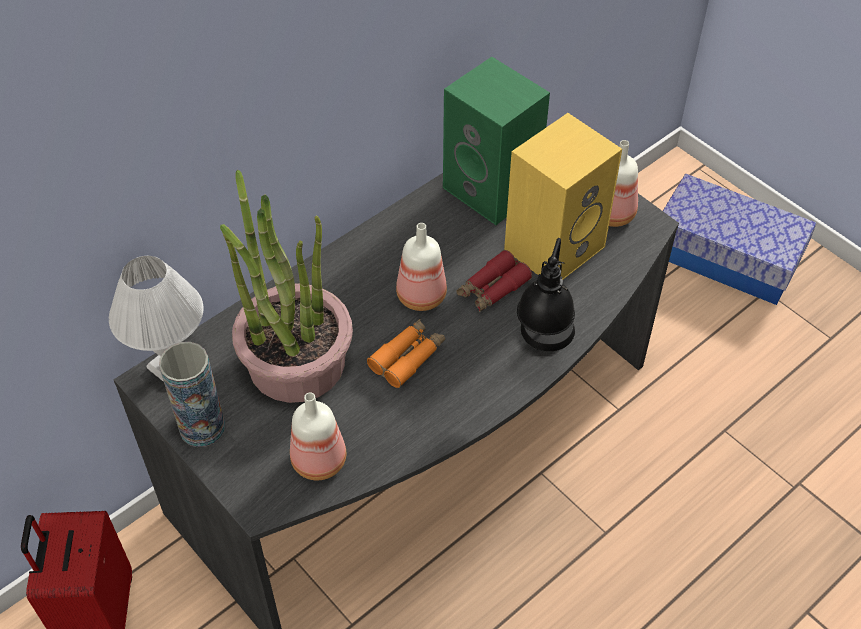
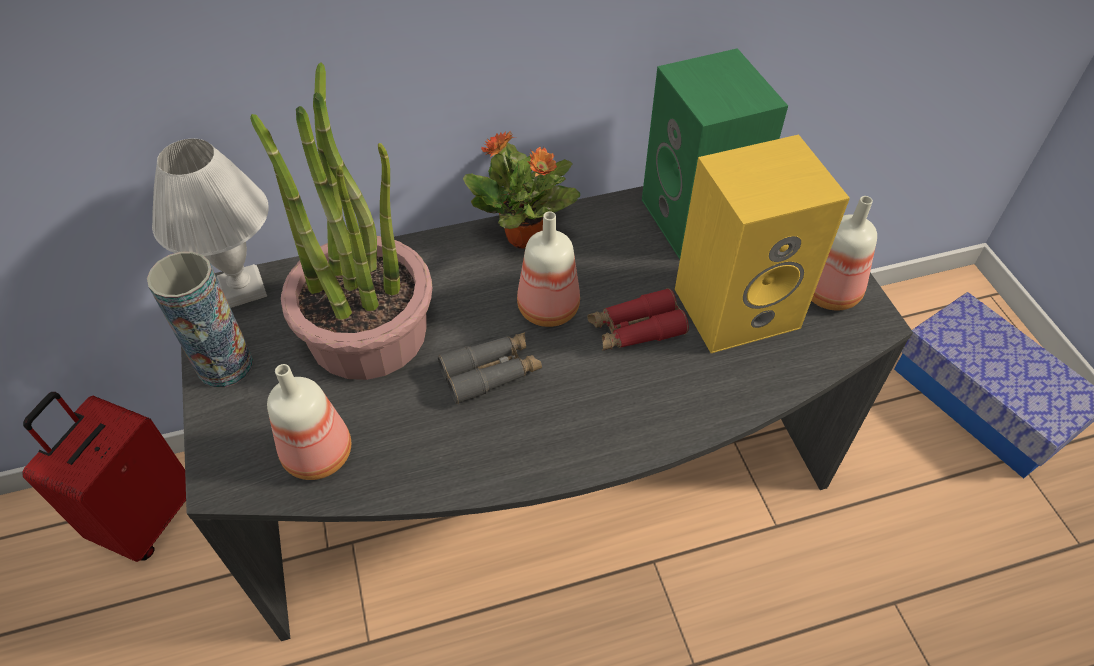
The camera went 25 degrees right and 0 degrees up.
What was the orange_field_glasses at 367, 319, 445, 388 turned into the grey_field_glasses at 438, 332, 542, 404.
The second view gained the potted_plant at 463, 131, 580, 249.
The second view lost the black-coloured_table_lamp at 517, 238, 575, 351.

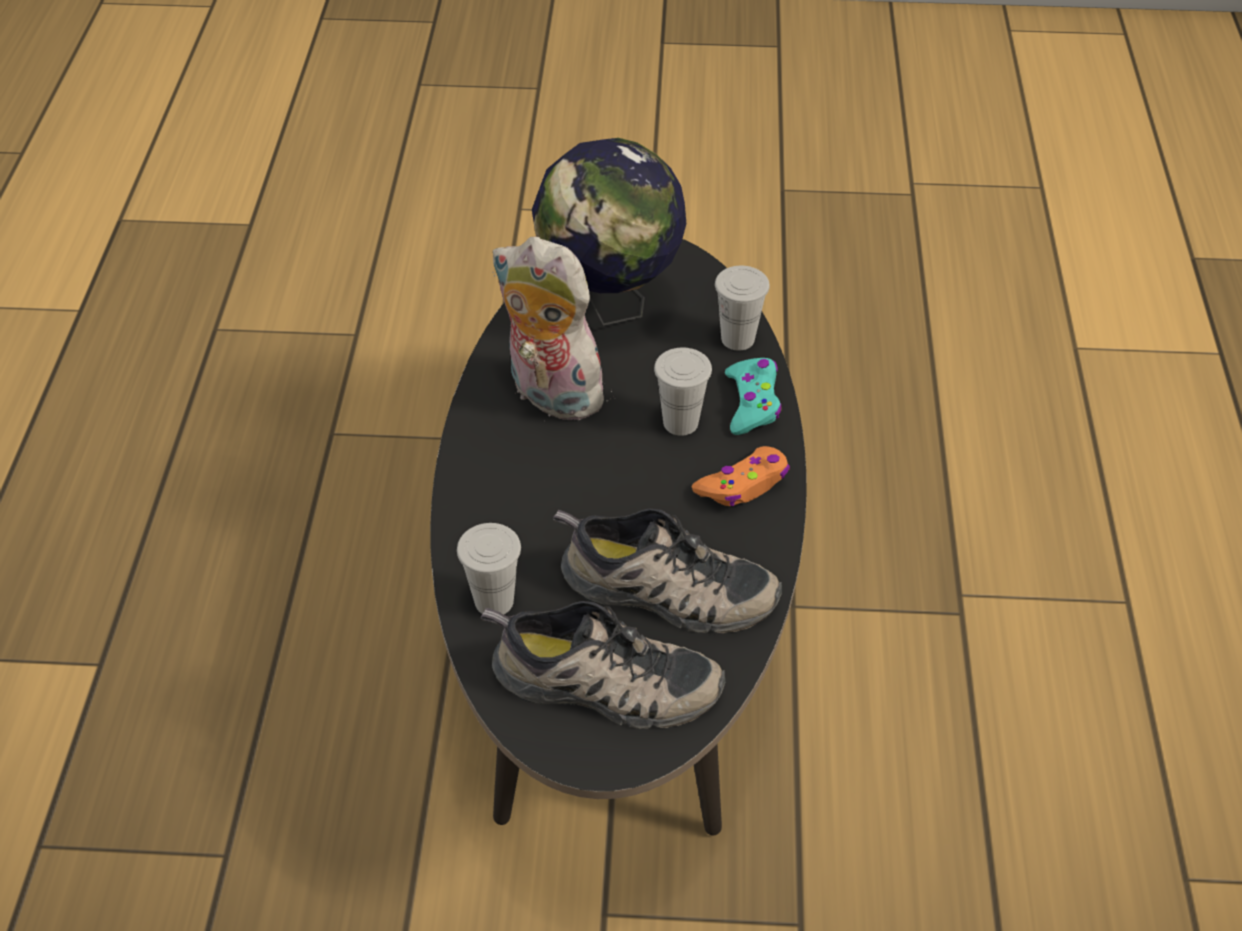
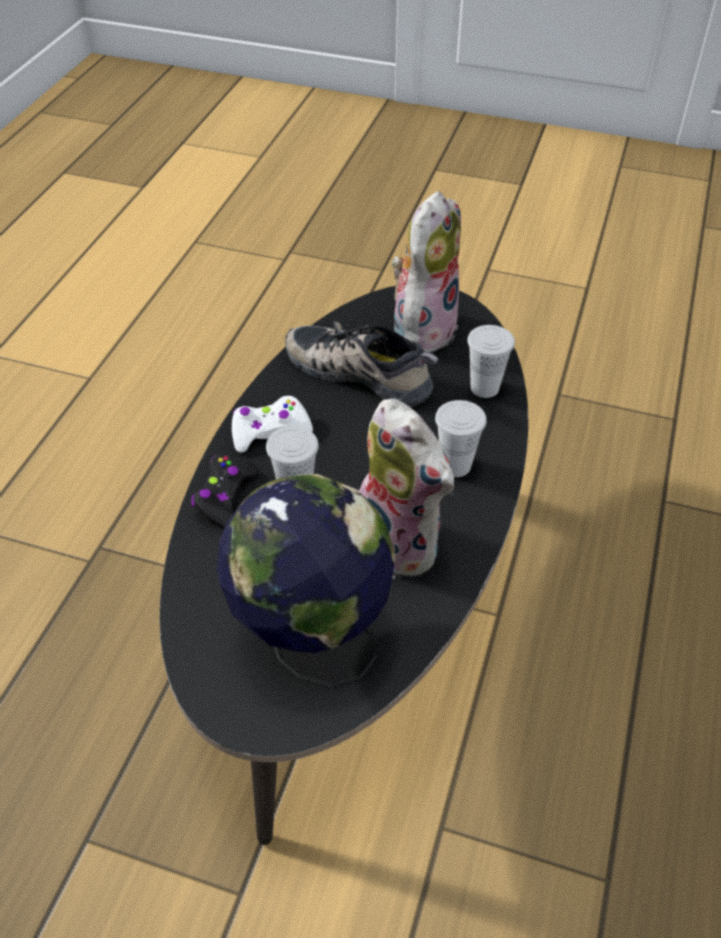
The camera went 165 degrees left and 0 degrees up.
What was the blue-green_gamepad at 725, 358, 781, 435 turned into the black-coloured_gamepad at 191, 454, 259, 529.
What was the orange_gamepad at 692, 446, 790, 506 turned into the white_gamepad at 232, 396, 313, 453.
Where the low_shoe stood at 481, 601, 725, 729, the soft_toy came to stand at 392, 191, 461, 353.
The white_drinking_cup ended up elsewhere, having gone from 715, 266, 770, 351 to 435, 400, 487, 477.

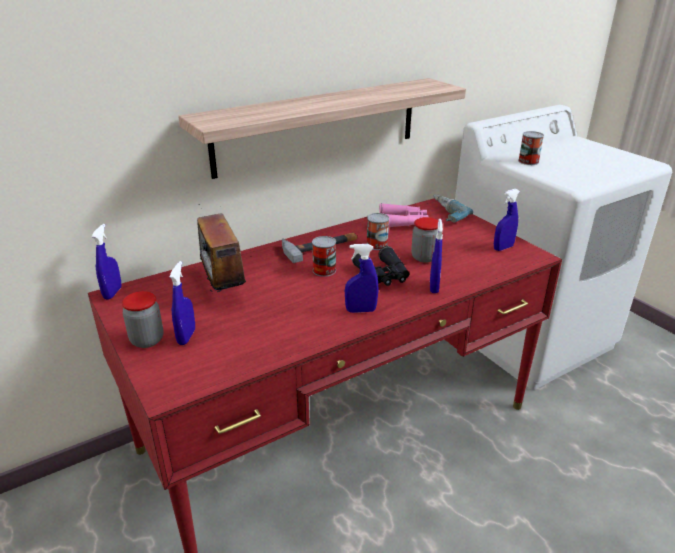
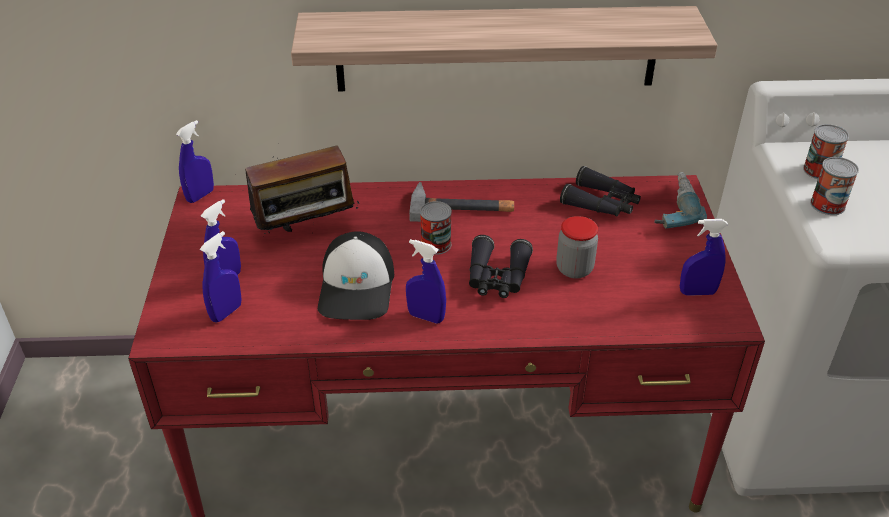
The camera went 30 degrees right and 10 degrees up.
The bluish_spray_bottle ended up elsewhere, having gone from 430, 219, 443, 293 to 200, 231, 242, 322.
The radio_set at 197, 204, 252, 293 ended up facing another way, 120 degrees counterclockwise from before.
The second view gained the peaked_cap at 318, 231, 394, 320.
What was the pink_field_glasses at 380, 203, 428, 227 turned into the black-coloured_field_glasses at 560, 166, 641, 216.
The metal_can ended up elsewhere, having gone from 366, 213, 389, 250 to 810, 157, 859, 215.
The second view lost the storage_jar at 122, 291, 164, 348.

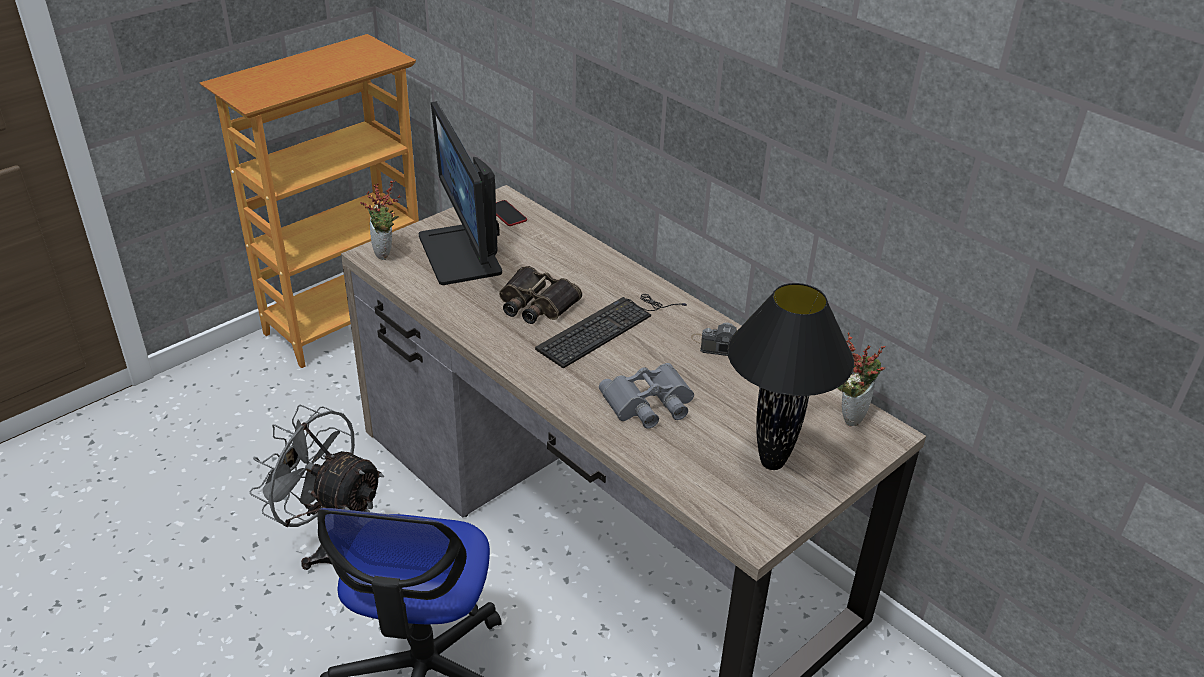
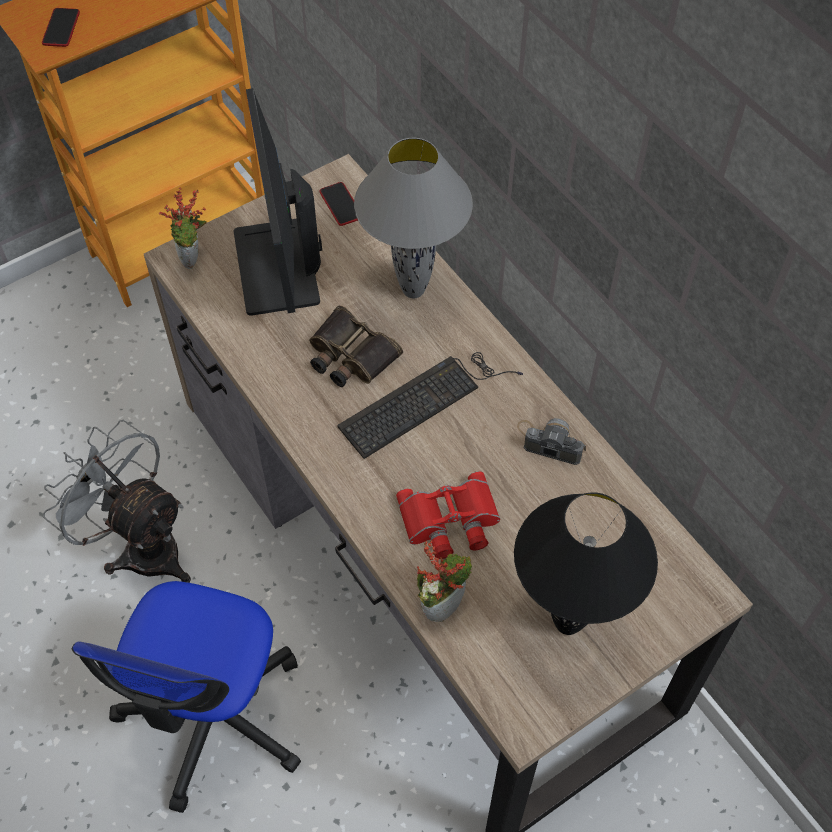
The camera went 10 degrees right and 20 degrees up.
The second view gained the handset at 42, 8, 80, 47.
The second view gained the grey_table_lamp at 354, 138, 473, 298.
What was the grey_field_glasses at 599, 363, 694, 429 turned into the red-coloured_field_glasses at 396, 471, 500, 559.
The potted_plant ended up elsewhere, having gone from 837, 332, 885, 426 to 417, 541, 472, 622.

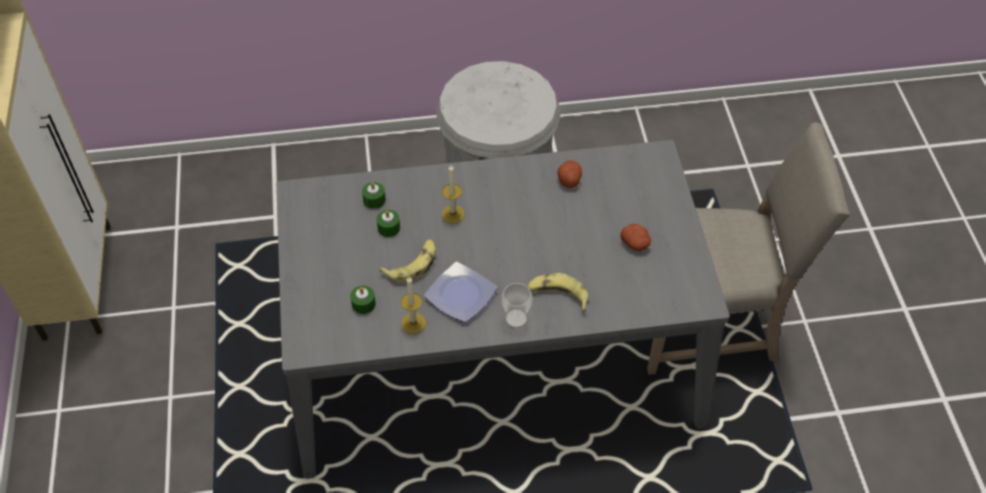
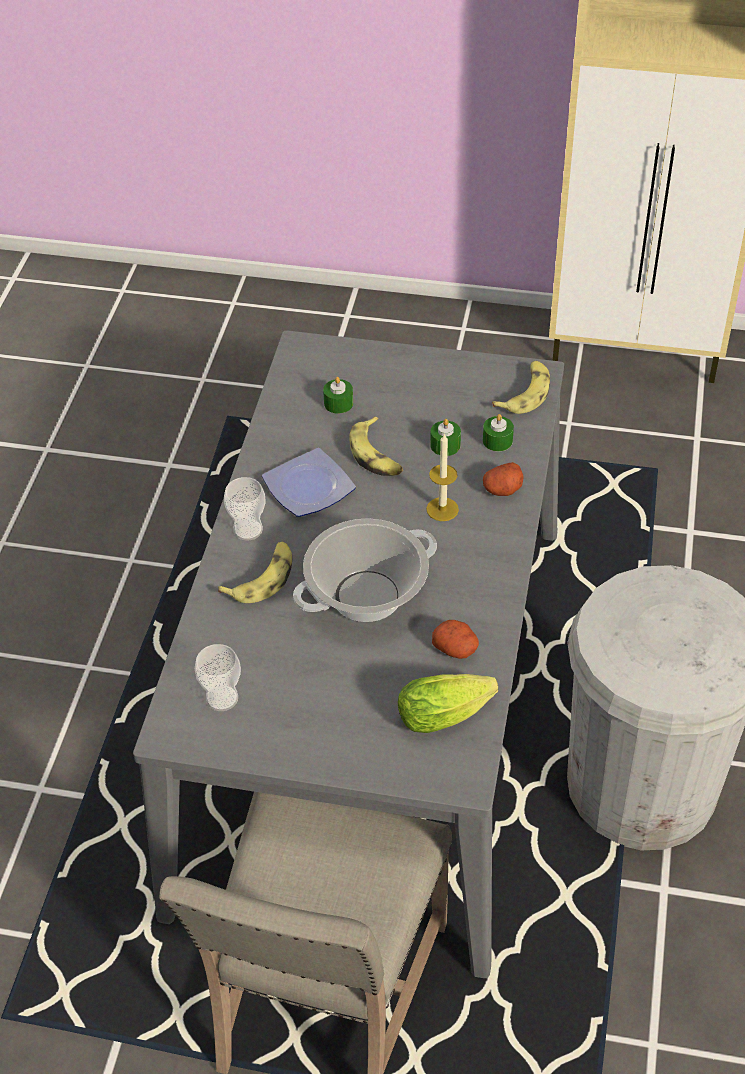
The camera went 110 degrees right and 5 degrees down.
The second view gained the drinking_cup at 195, 644, 241, 711.
The second view gained the stockpot at 293, 518, 437, 622.
The second view gained the lettuce_head at 398, 674, 498, 733.
The spud ended up elsewhere, having gone from 620, 224, 651, 251 to 483, 462, 524, 496.
The second view gained the banana at 492, 361, 550, 414.
The second view lost the wax_light at 401, 277, 426, 334.

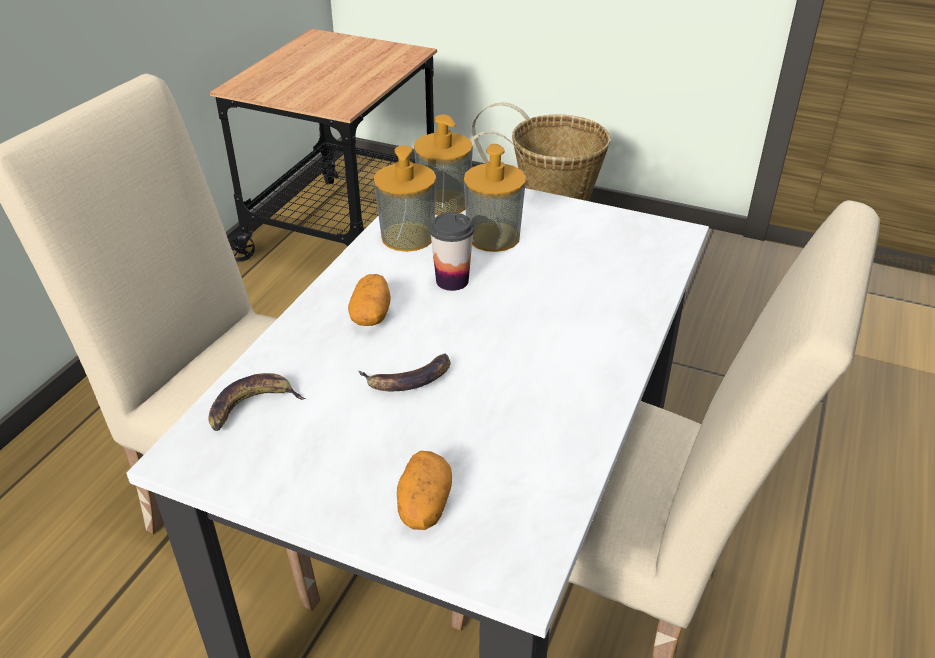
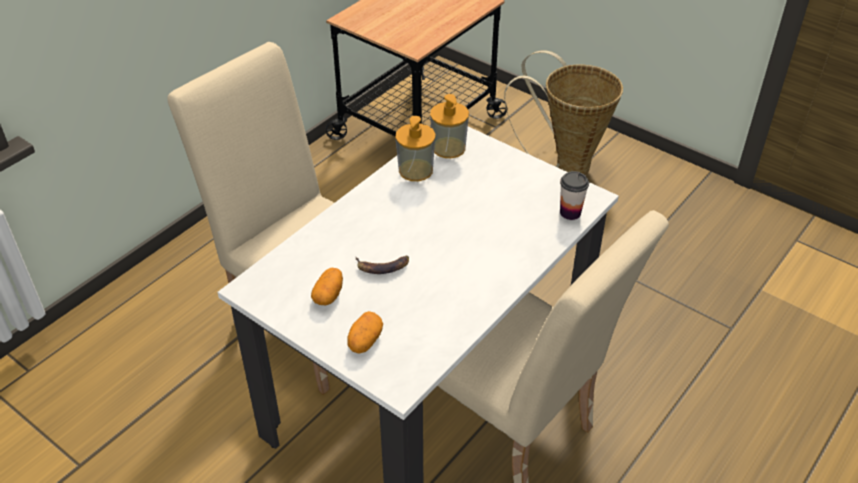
The camera went 15 degrees right and 5 degrees up.
The spud ended up elsewhere, having gone from 348, 274, 391, 326 to 311, 268, 343, 305.
The drinking_cup ended up elsewhere, having gone from 429, 212, 474, 291 to 560, 171, 589, 220.
The second view lost the banana at 208, 373, 306, 431.
The second view lost the soap_bottle at 464, 144, 526, 252.

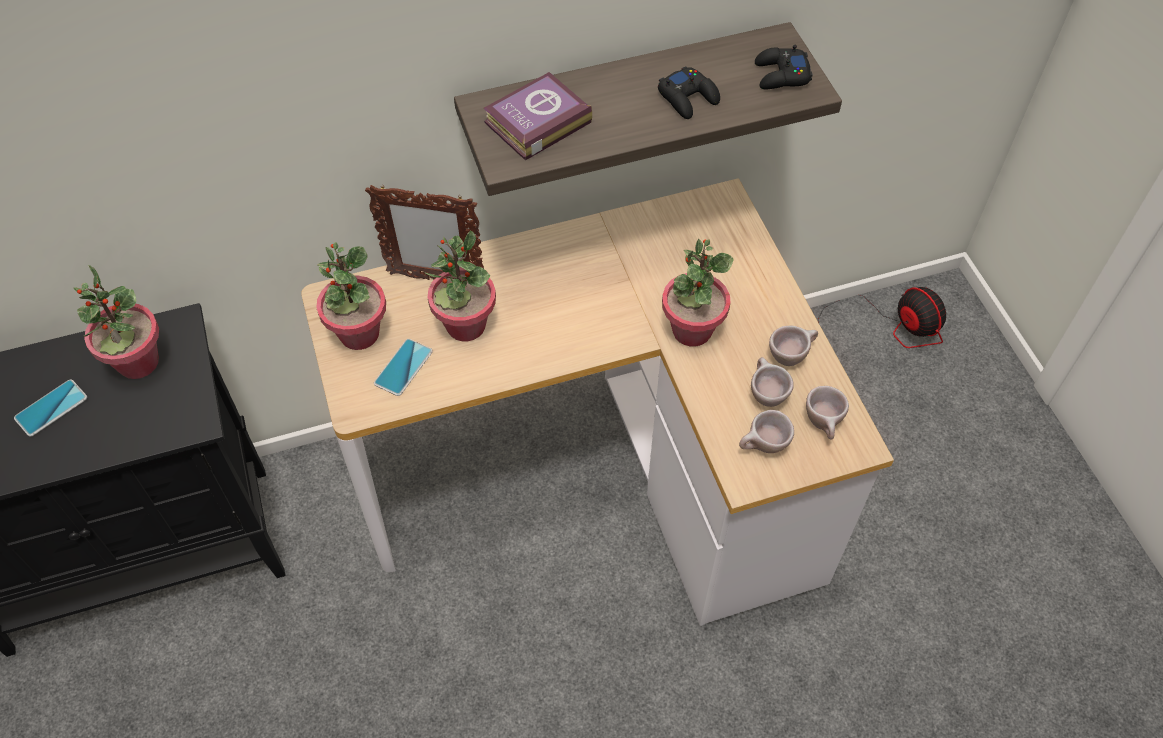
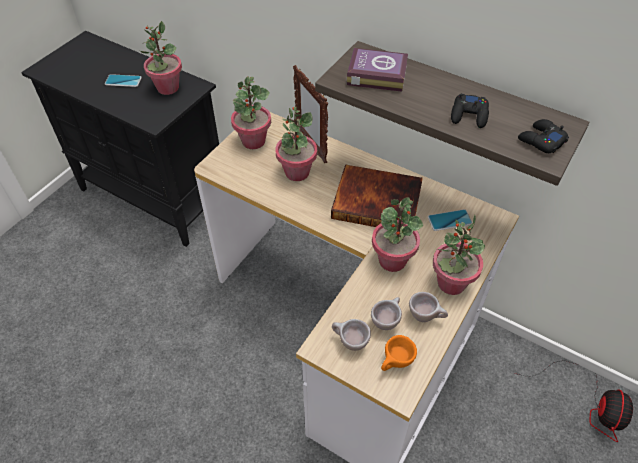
The camera went 50 degrees right and 5 degrees down.
The second view gained the volume at 331, 164, 423, 227.
What was the sand-coloured_drinking_cup at 806, 386, 849, 439 turned into the orange_drinking_cup at 381, 335, 417, 371.
The handset ended up elsewhere, having gone from 374, 339, 433, 396 to 428, 209, 472, 231.
The second view gained the potted_plant at 433, 214, 485, 295.

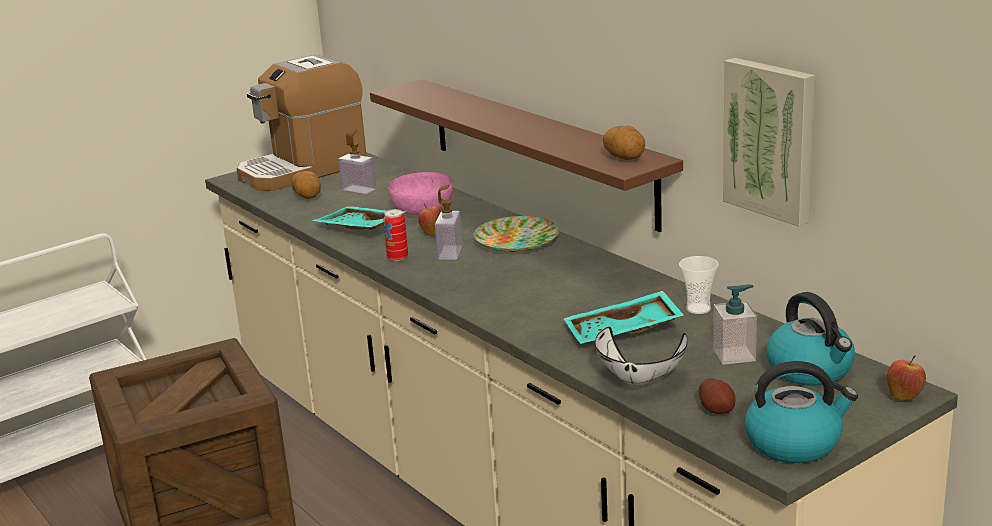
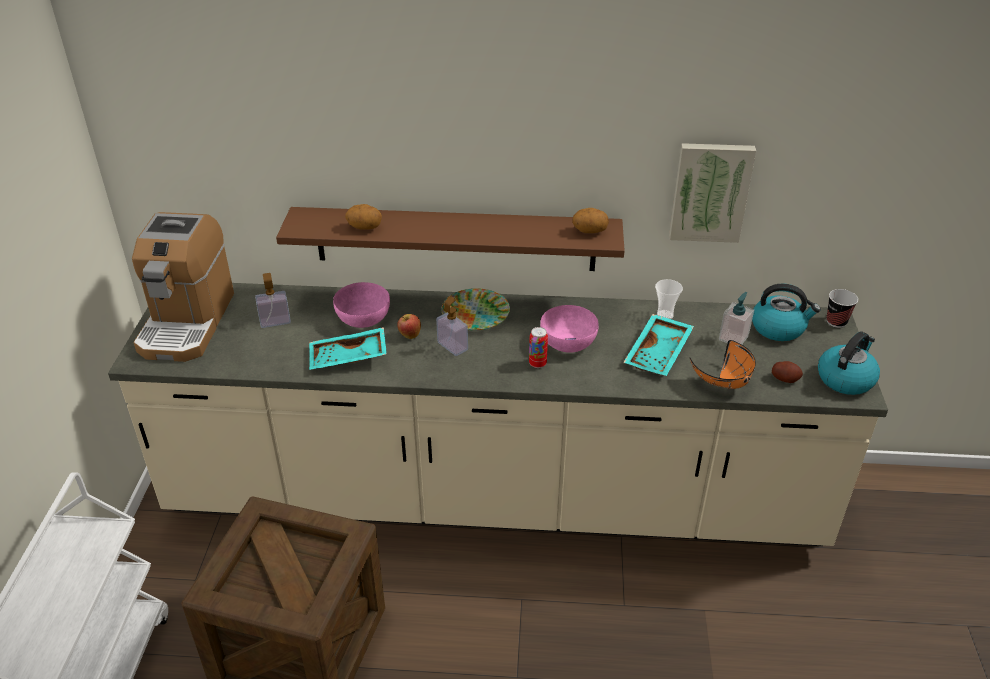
The camera went 50 degrees left and 15 degrees up.
The spud ended up elsewhere, having gone from 291, 171, 321, 199 to 345, 204, 382, 230.
The metal_can ended up elsewhere, having gone from 383, 209, 408, 261 to 529, 327, 548, 368.
The second view gained the pink_bowl at 540, 305, 599, 353.
What was the white_bowl at 595, 327, 688, 385 turned into the orange_bowl at 690, 340, 756, 389.
Where the apple_fruit stood at 887, 356, 926, 401, the drinking_cup came to stand at 826, 289, 858, 328.

